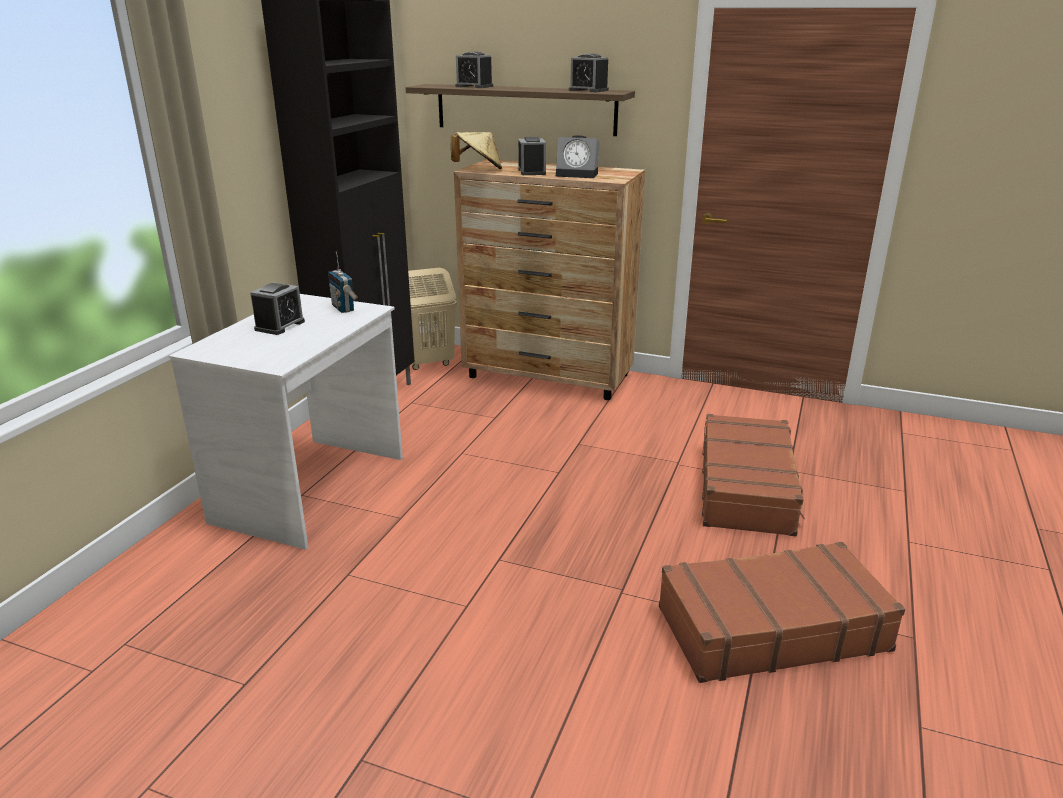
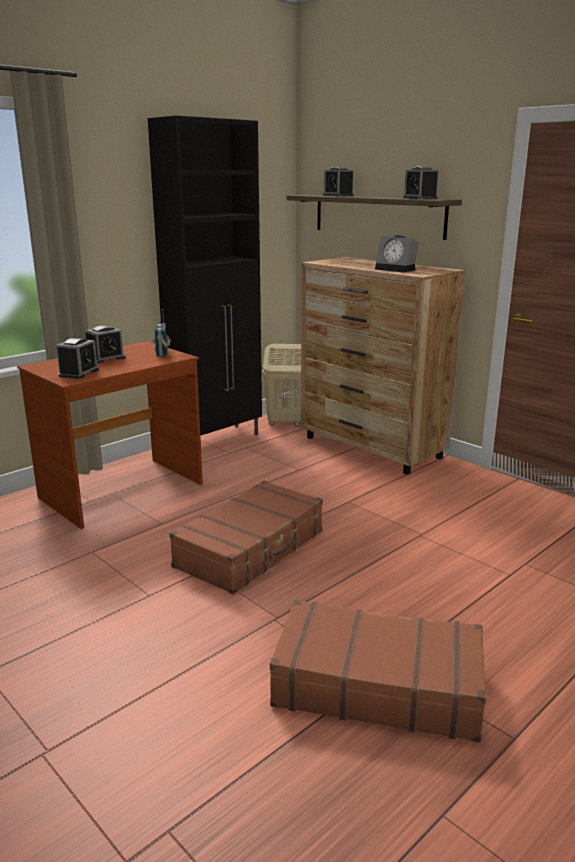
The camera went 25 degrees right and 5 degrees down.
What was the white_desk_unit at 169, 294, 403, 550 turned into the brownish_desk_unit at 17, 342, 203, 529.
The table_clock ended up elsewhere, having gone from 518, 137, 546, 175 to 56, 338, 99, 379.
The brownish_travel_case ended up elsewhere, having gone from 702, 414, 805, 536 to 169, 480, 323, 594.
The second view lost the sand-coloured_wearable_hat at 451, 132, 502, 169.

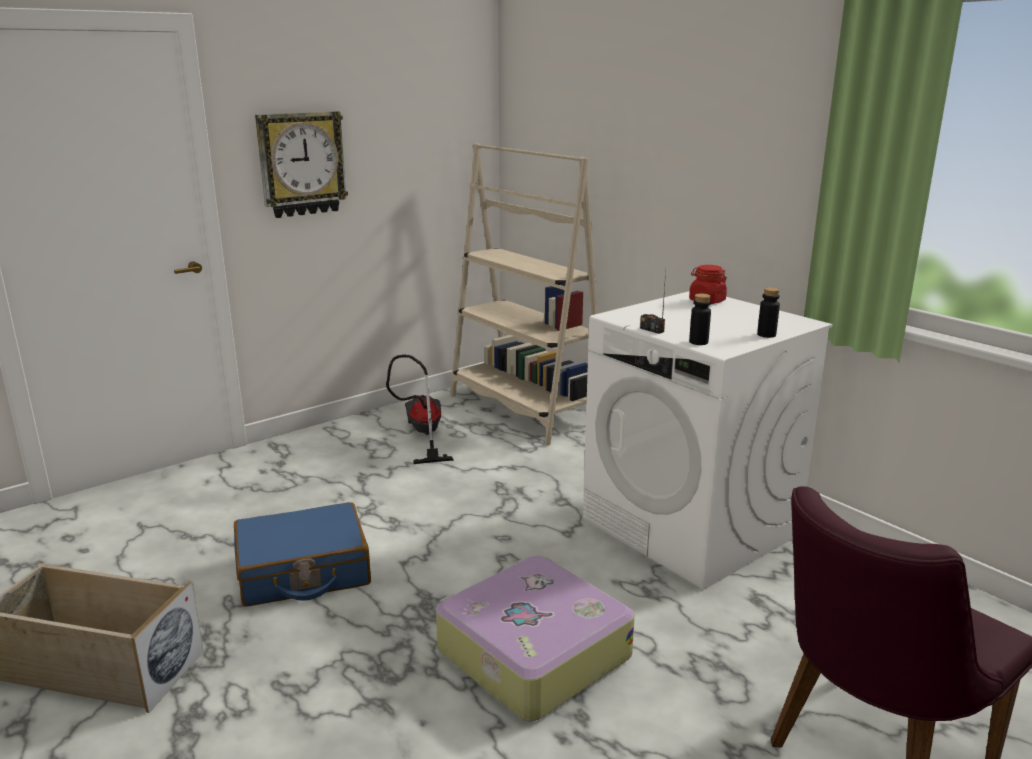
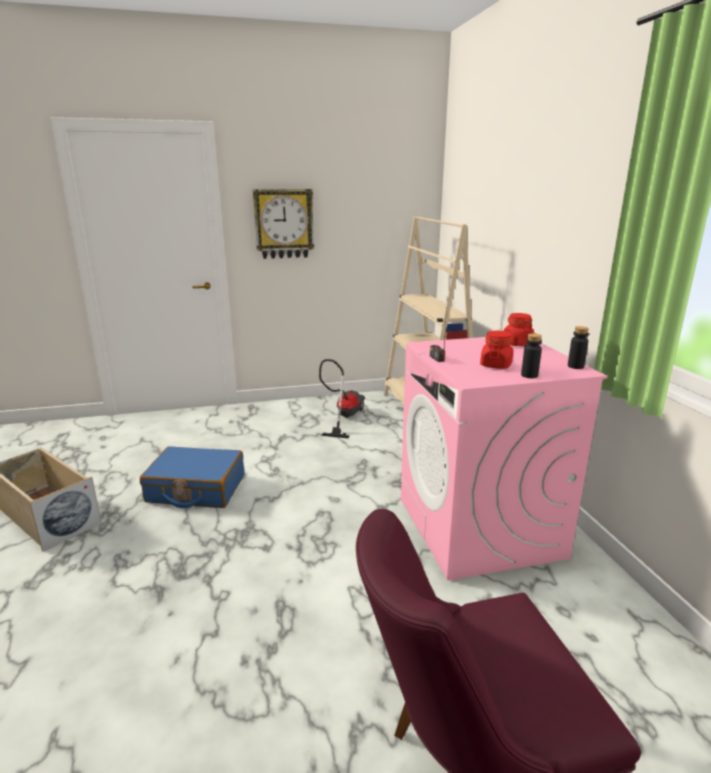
The camera went 25 degrees right and 0 degrees up.
What was the white_laundry_machine at 583, 291, 833, 590 turned into the pink_laundry_machine at 401, 337, 608, 580.
The second view gained the red-coloured_storage_jar at 480, 331, 513, 369.
The black-coloured_bottle ended up elsewhere, having gone from 689, 293, 711, 345 to 568, 326, 589, 369.
The second view lost the travel_case at 436, 556, 635, 721.

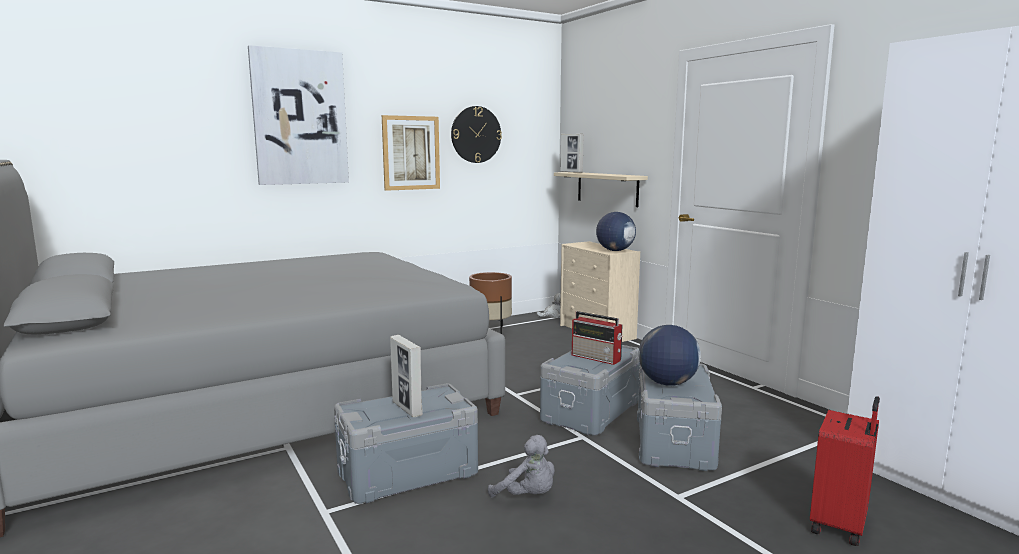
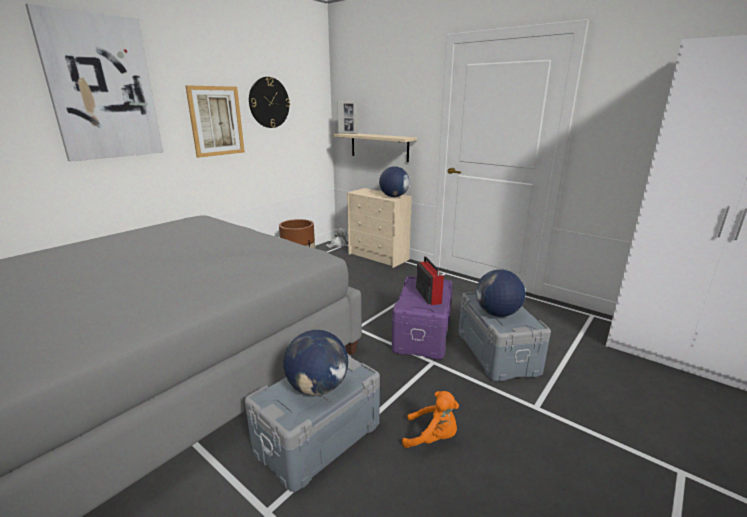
The camera went 20 degrees left and 10 degrees up.
Where the photo_frame stood at 390, 335, 423, 417, the globe came to stand at 283, 330, 348, 396.
What was the grey_storage_box at 540, 345, 640, 435 turned into the purple_storage_box at 392, 276, 453, 359.
What was the grey_soft_toy at 488, 435, 555, 498 turned into the orange_soft_toy at 402, 391, 459, 448.
The radio_set at 572, 311, 623, 365 ended up facing another way, 120 degrees counterclockwise from before.
The second view lost the red-coloured_travel_case at 810, 396, 880, 546.

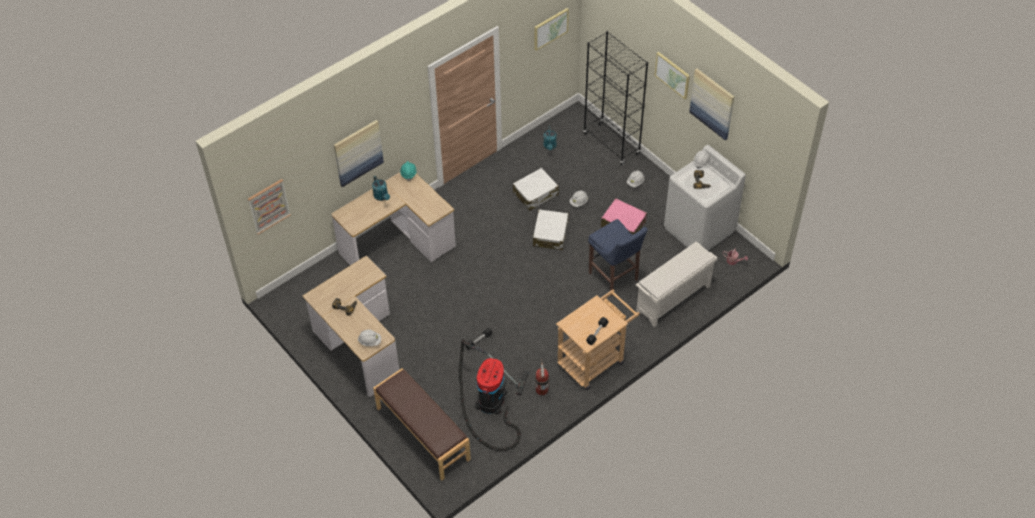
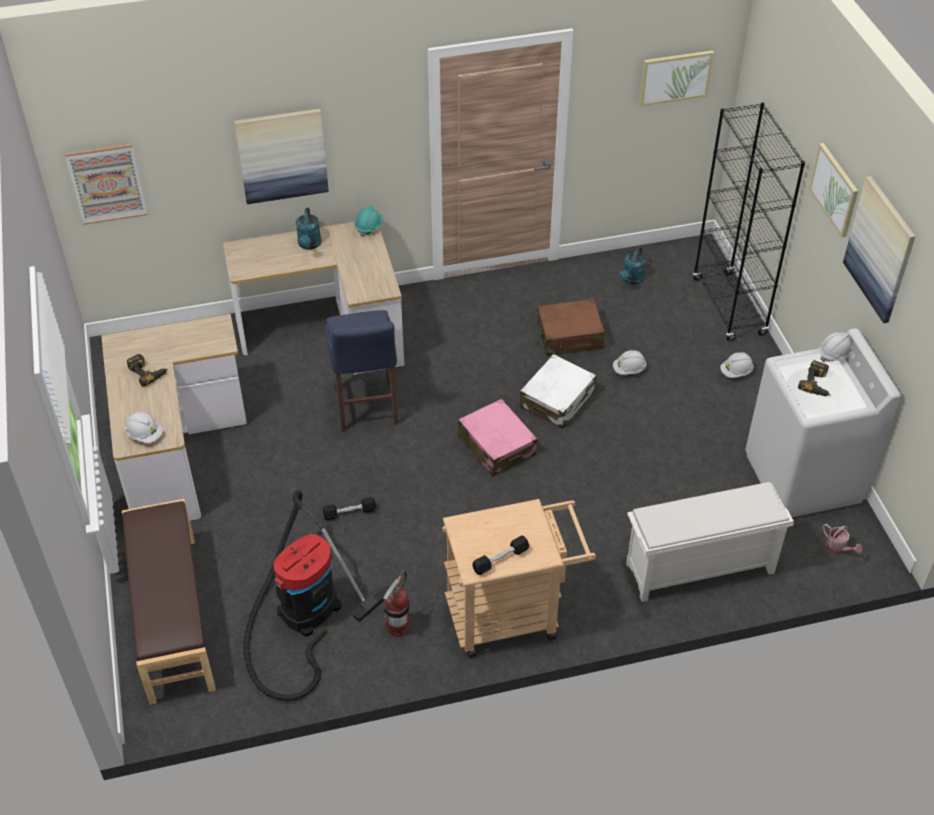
The camera went 25 degrees right and 5 degrees down.
The bluish_stool_seat ended up elsewhere, having gone from 588, 219, 648, 296 to 325, 310, 398, 432.
The pink_travel_case ended up elsewhere, having gone from 601, 198, 647, 234 to 458, 399, 537, 476.
What was the white_travel_case at 513, 168, 559, 211 turned into the brownish_travel_case at 537, 299, 605, 356.

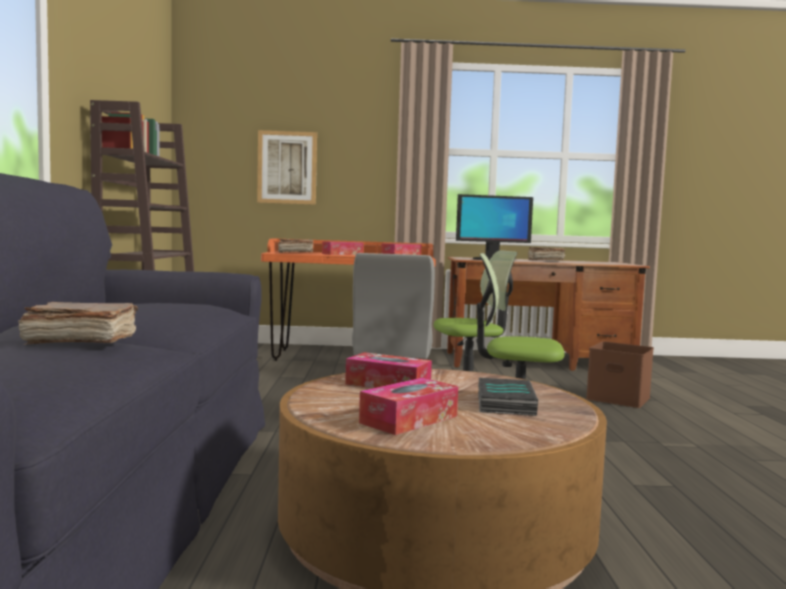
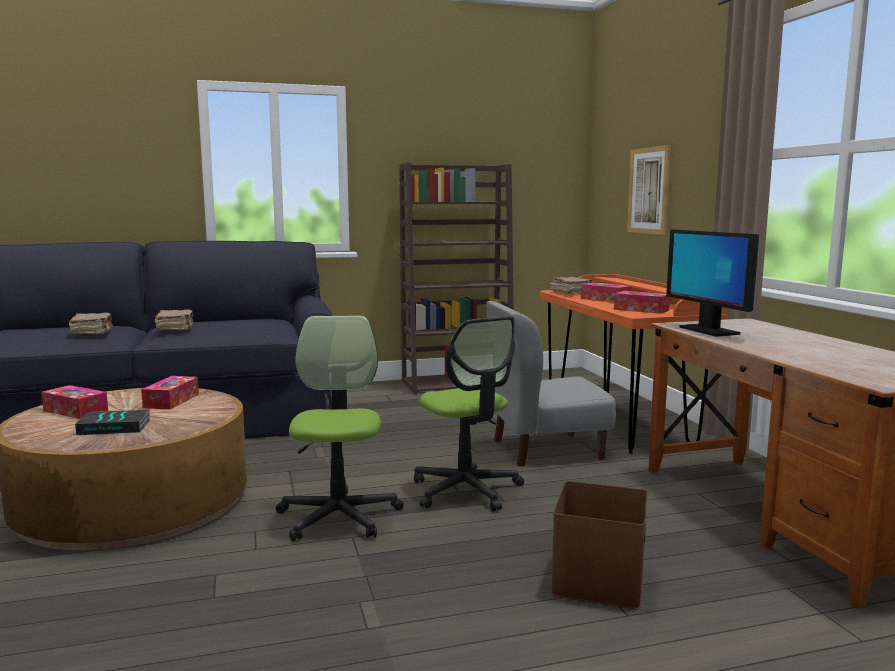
The camera went 75 degrees right and 5 degrees up.
The brownish_volume ended up elsewhere, having gone from 528, 247, 565, 260 to 155, 309, 194, 330.

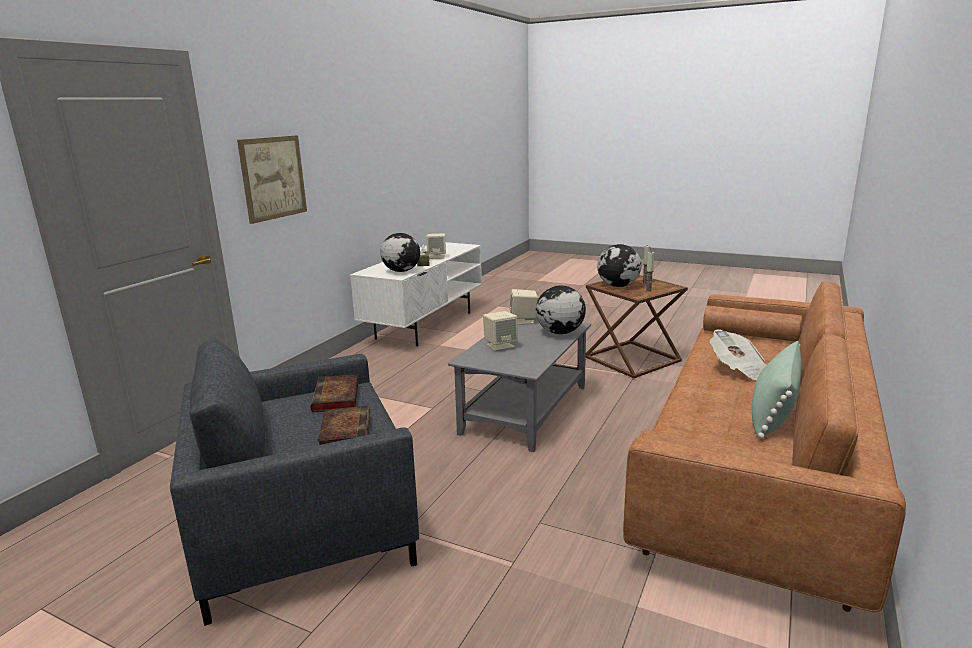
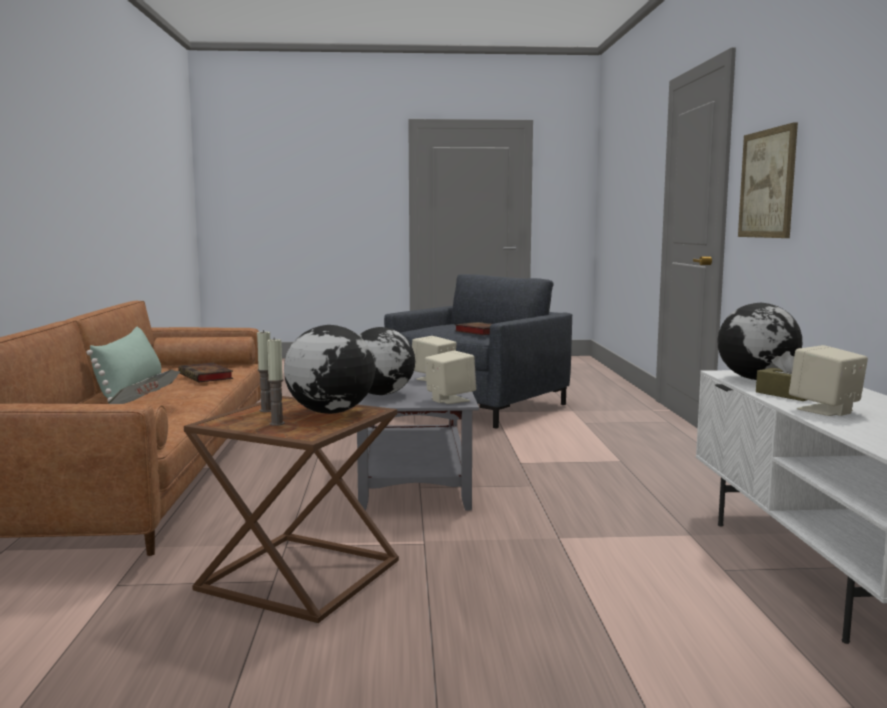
The camera went 150 degrees right and 10 degrees down.
The volume ended up elsewhere, having gone from 317, 406, 370, 445 to 179, 363, 233, 383.

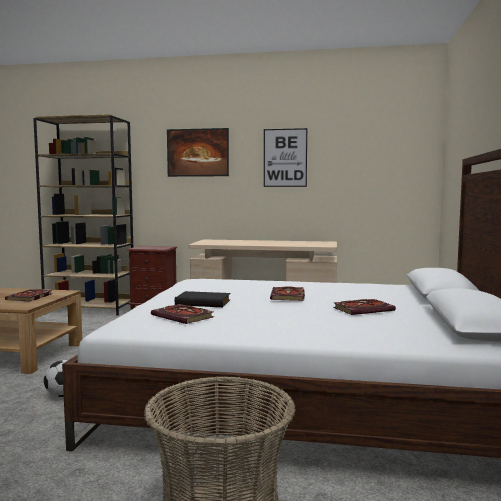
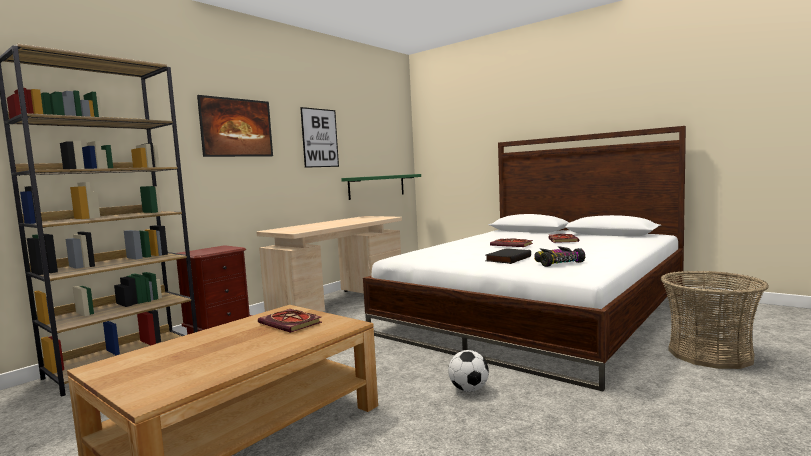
The camera went 60 degrees left and 0 degrees up.
The second view gained the greenish_shelf at 341, 174, 421, 200.
Where the volume stood at 151, 304, 214, 324, the miniature_car came to stand at 534, 246, 585, 267.

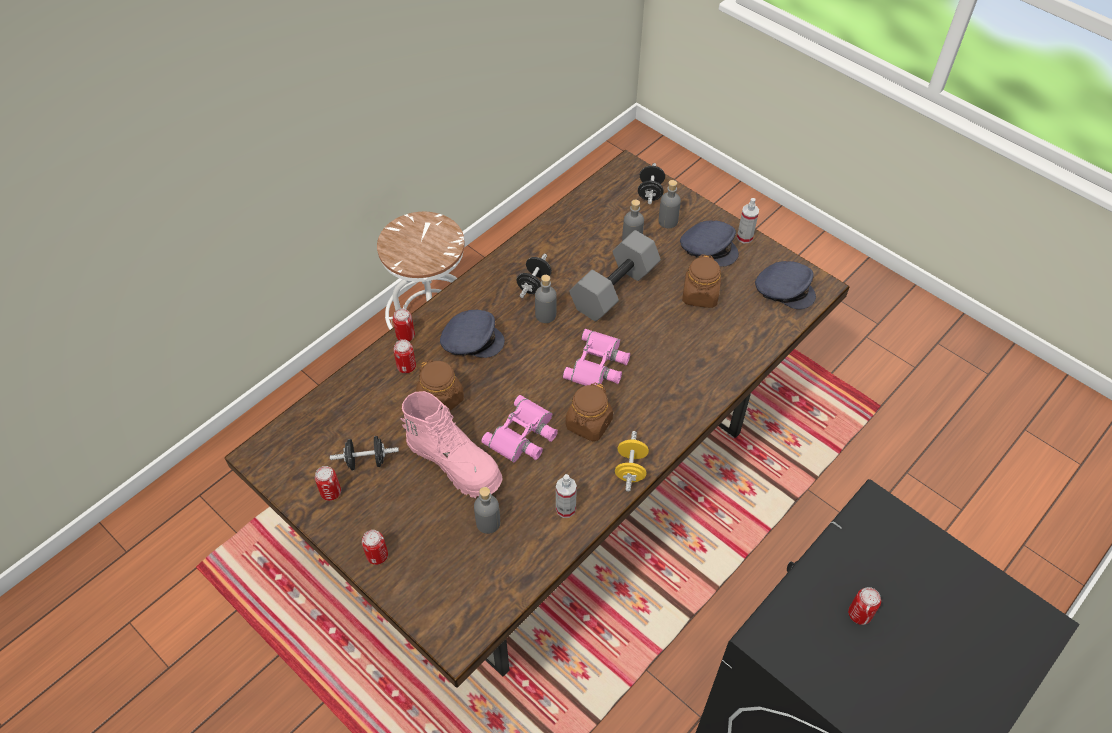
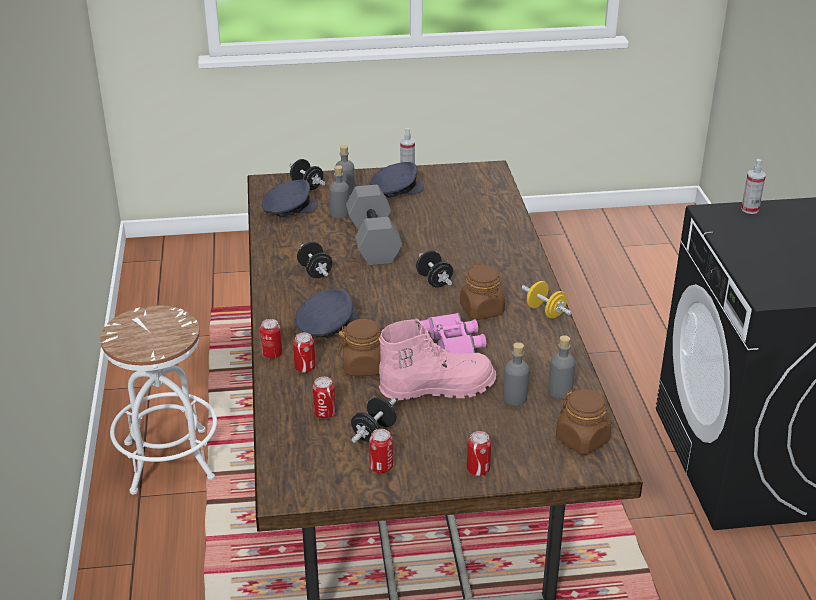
The camera went 50 degrees left and 20 degrees down.
The grey_peaked_cap ended up elsewhere, having gone from 755, 261, 816, 309 to 262, 180, 318, 217.
The metal_can ended up elsewhere, having gone from 848, 587, 881, 625 to 313, 377, 336, 419.
Where the pink_field_glasses stood at 563, 329, 630, 386, the black-coloured_free_weight came to stand at 416, 251, 453, 288.
The grey_bottle ended up elsewhere, having gone from 535, 275, 557, 323 to 548, 335, 575, 399.
The brownish_storage_jar ended up elsewhere, having gone from 682, 255, 721, 308 to 556, 388, 611, 455.
The spray_bottle ended up elsewhere, having gone from 556, 474, 577, 518 to 741, 159, 766, 214.

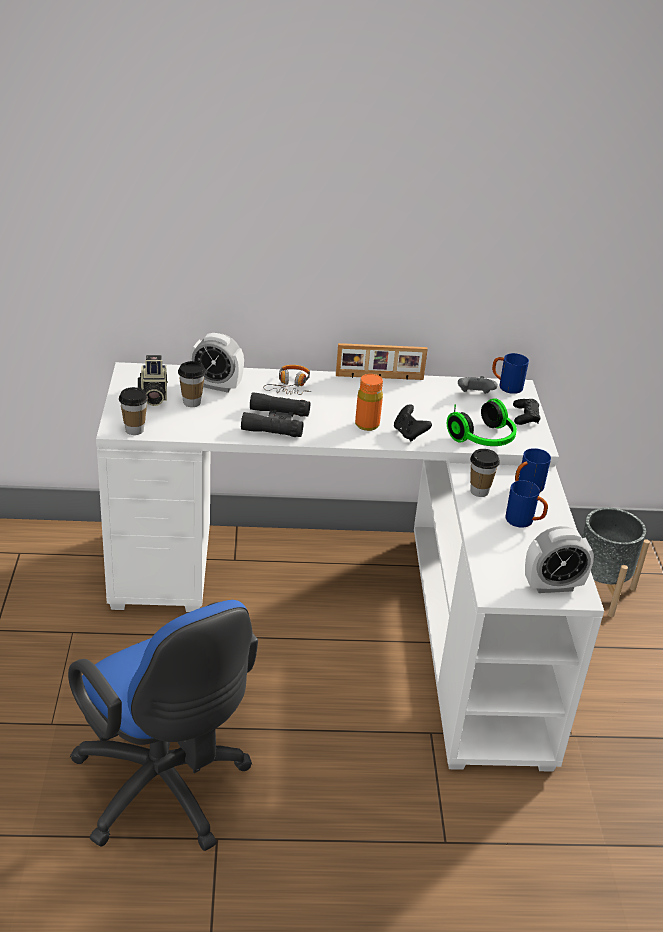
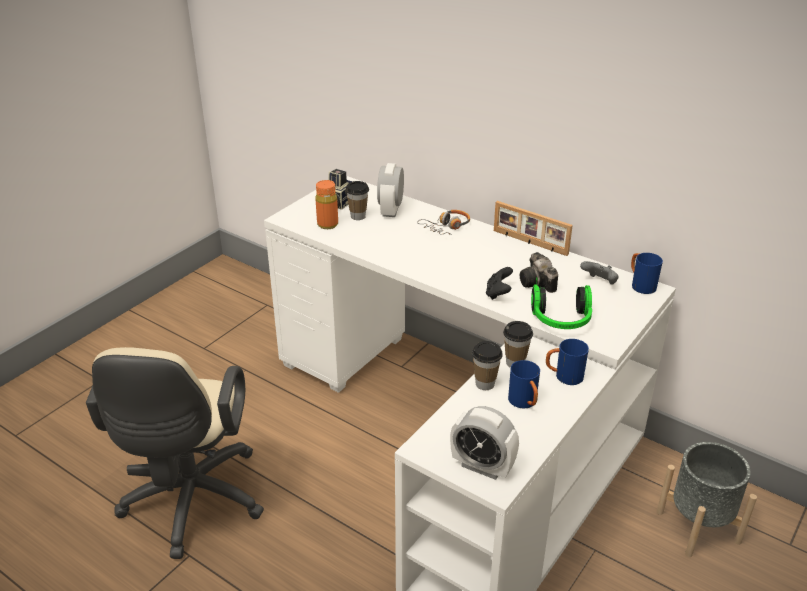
The camera went 40 degrees right and 0 degrees up.
What was the bluish_desk_chair at 68, 600, 258, 851 turned into the sand-coloured_desk_chair at 86, 347, 264, 559.
The orange_bottle ended up elsewhere, having gone from 355, 374, 383, 431 to 315, 180, 338, 229.
The table_clock at 190, 333, 244, 393 ended up facing another way, 45 degrees clockwise from before.
The drinking_cup ended up elsewhere, having gone from 119, 387, 148, 435 to 472, 341, 503, 390.
The second view gained the photo_camera at 520, 252, 558, 293.
The second view lost the black-coloured_field_glasses at 241, 392, 310, 437.
The second view lost the black-coloured_gamepad at 513, 399, 541, 425.

